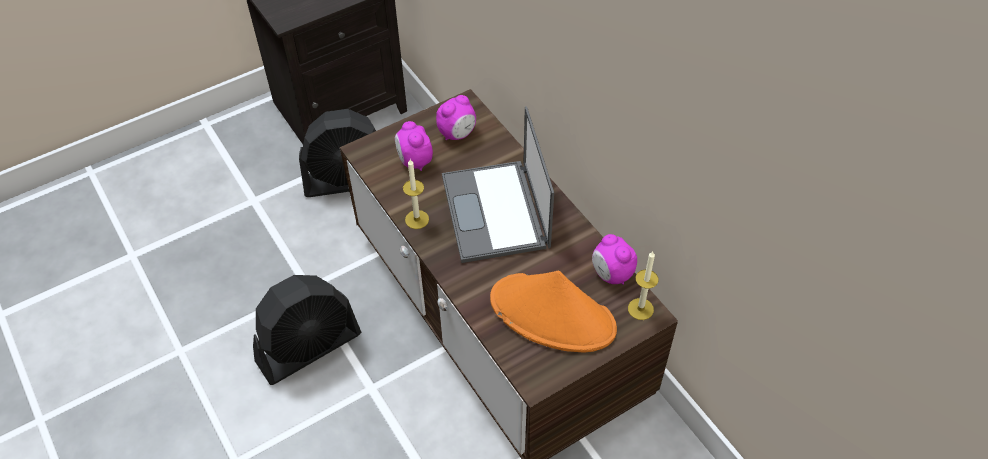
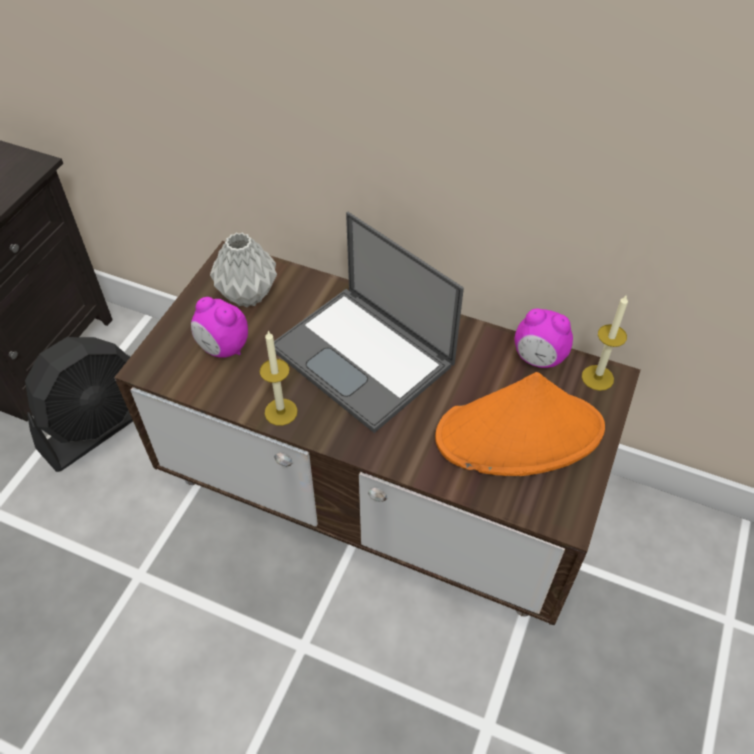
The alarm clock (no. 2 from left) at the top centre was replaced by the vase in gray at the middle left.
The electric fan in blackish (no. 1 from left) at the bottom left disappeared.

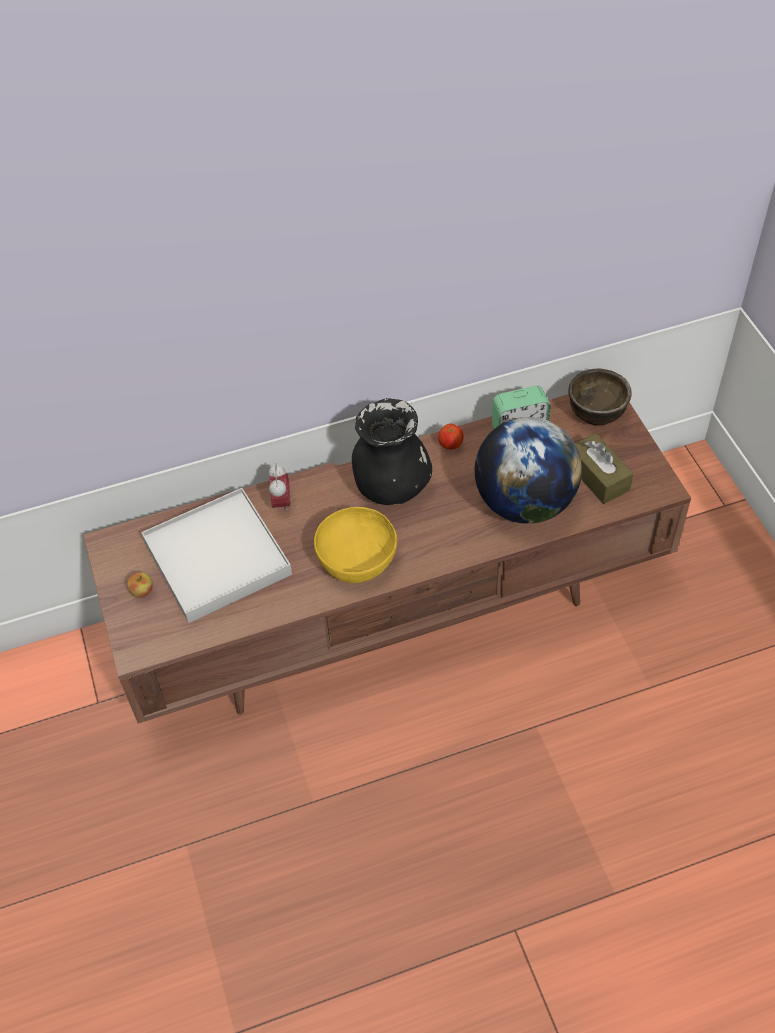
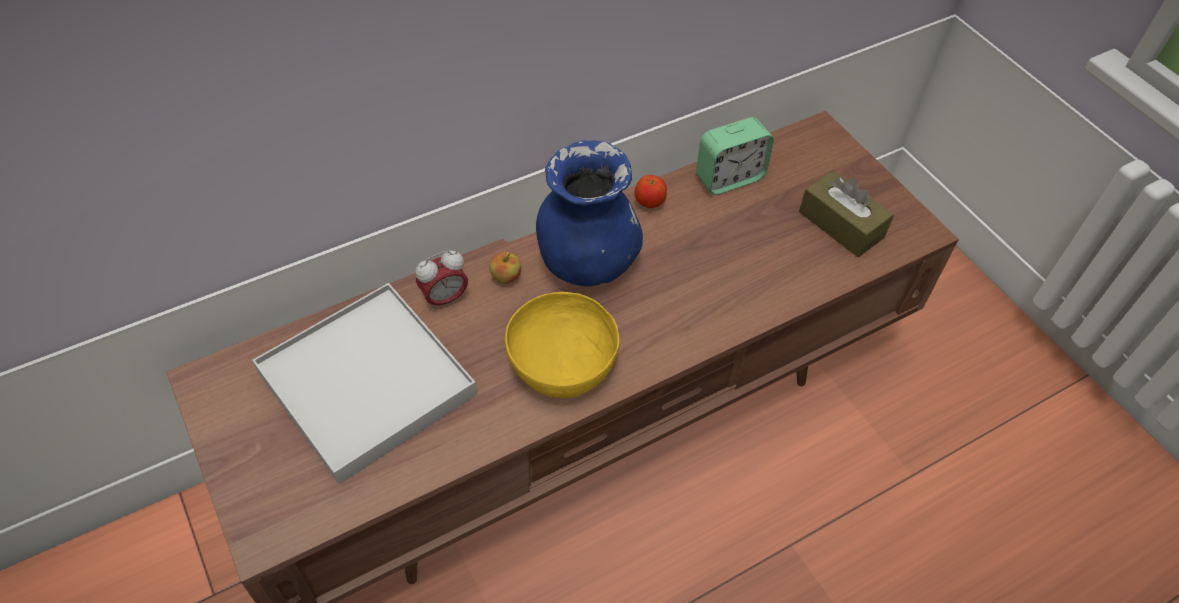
The bowl in brown at the middle right disappeared.
The vase in blackish at the centre became the vase in blue-coloured at the centre.
The world globe at the middle right disappeared.
The alarm clock (no. 1 from left) at the centre turned 75 degrees clockwise.
The apple fruit (no. 1 from left) moved from the middle left to the centre.

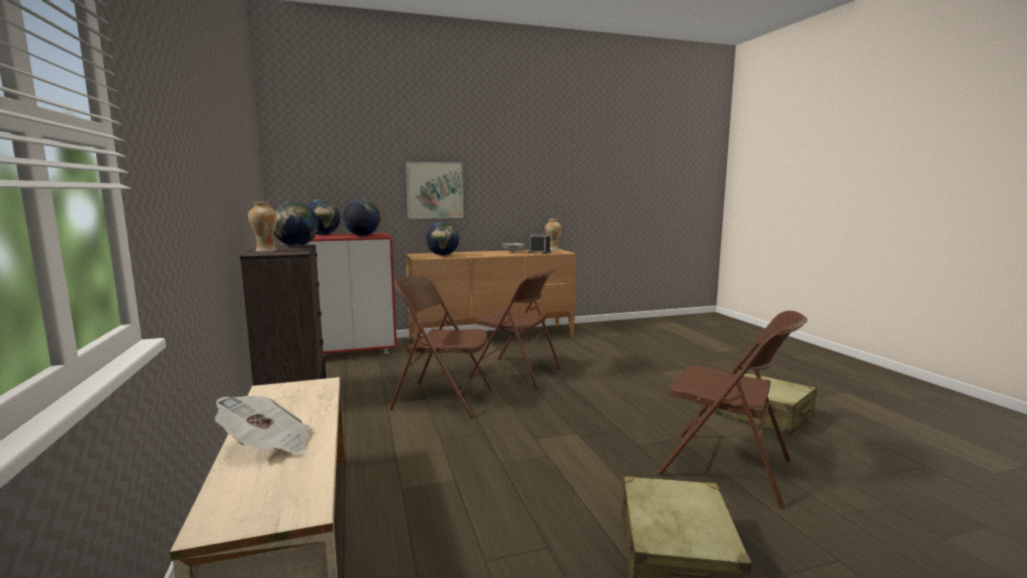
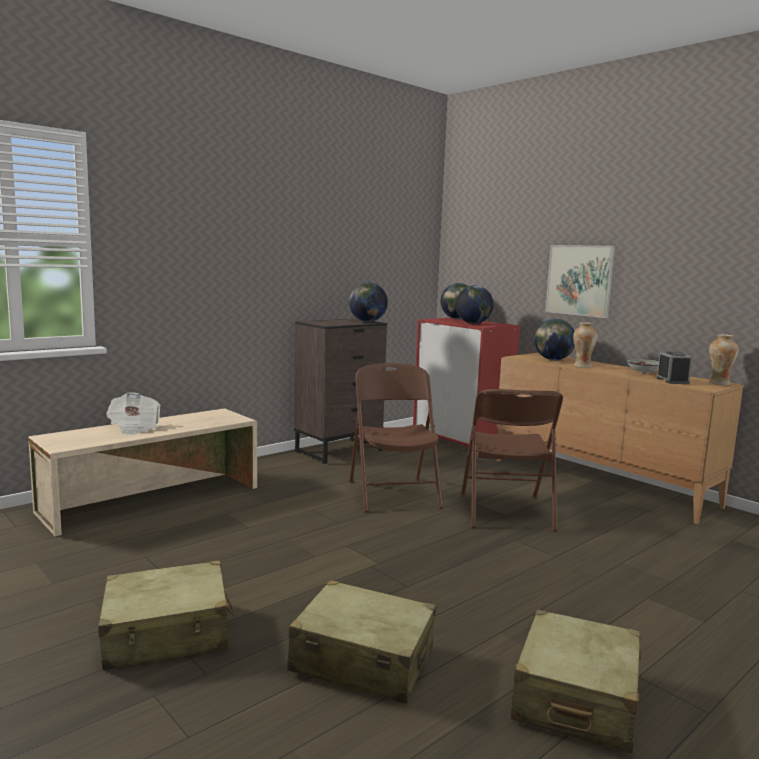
The vase (no. 1 from left) moved from the middle left to the middle right.
The chair in brown (no. 3 from left) at the bottom right was replaced by the piece of luggage in beige-coloured (no. 2 from left) at the bottom centre.

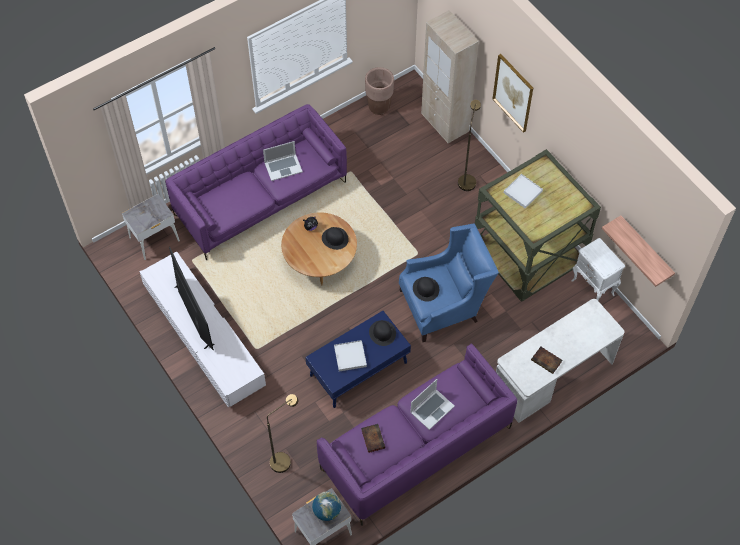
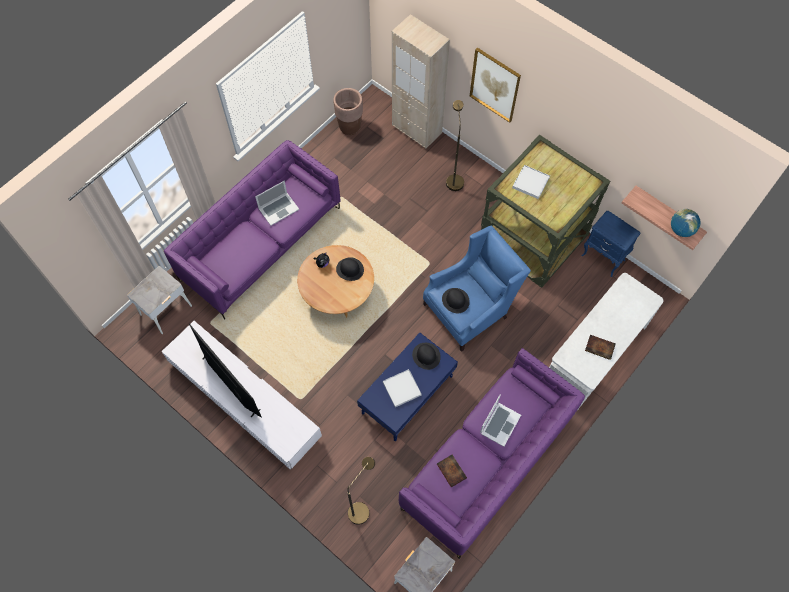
The bedside table in whitish at the middle right became the bedside table in blue-coloured at the middle right.
The world globe moved from the bottom centre to the middle right.

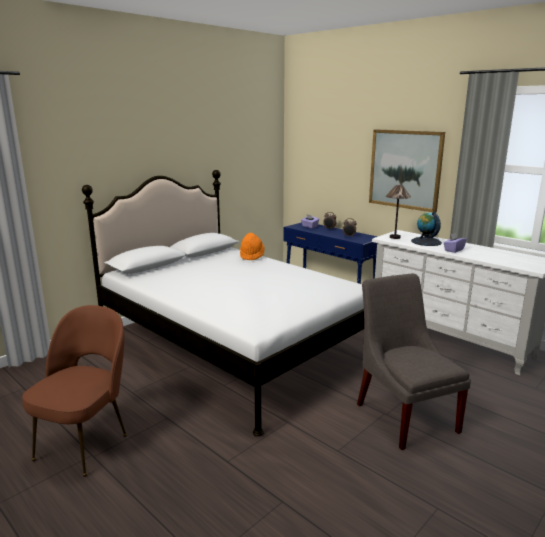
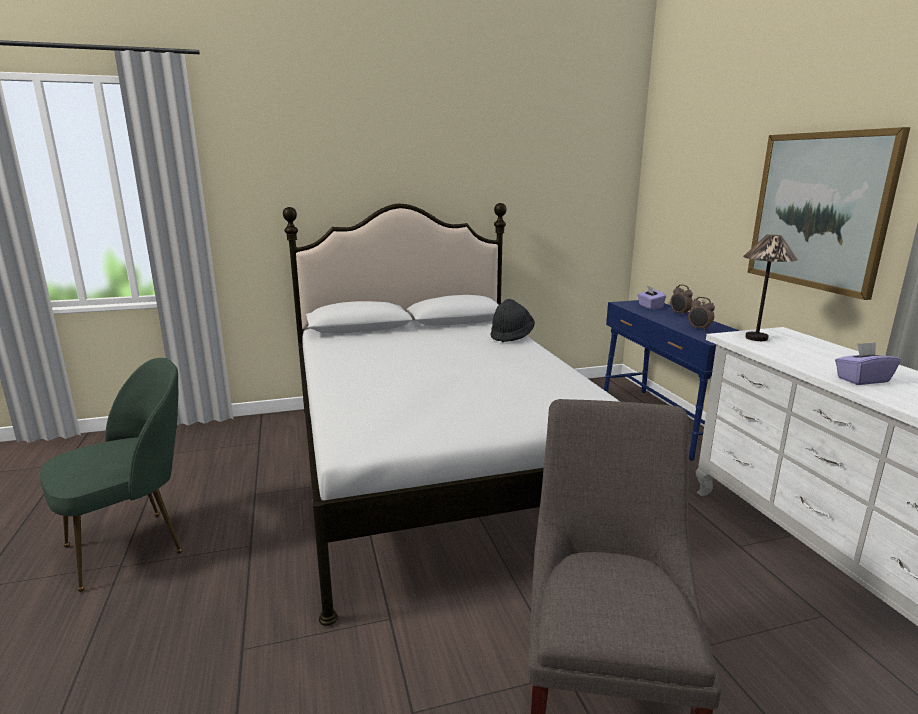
The world globe at the middle right disappeared.
The hat in orange at the centre became the hat in blackish at the centre.
The chair in brown at the bottom left became the chair in green at the middle left.

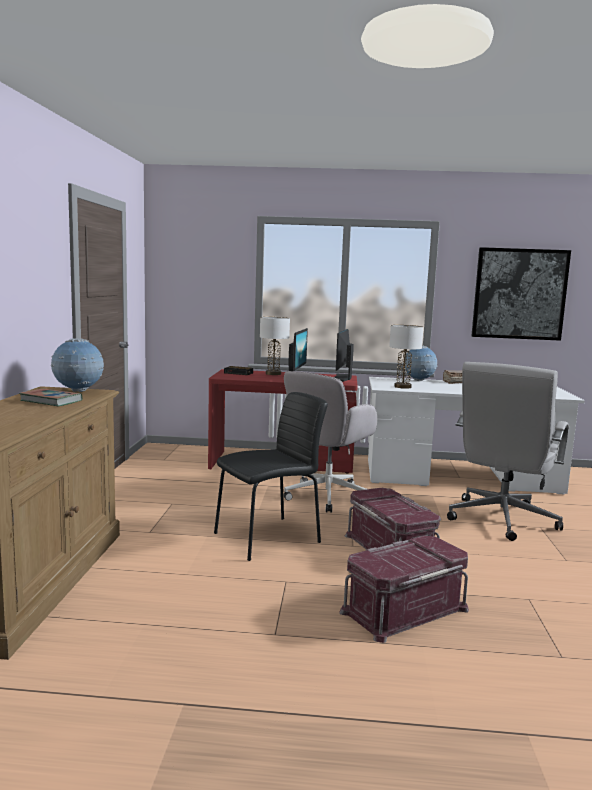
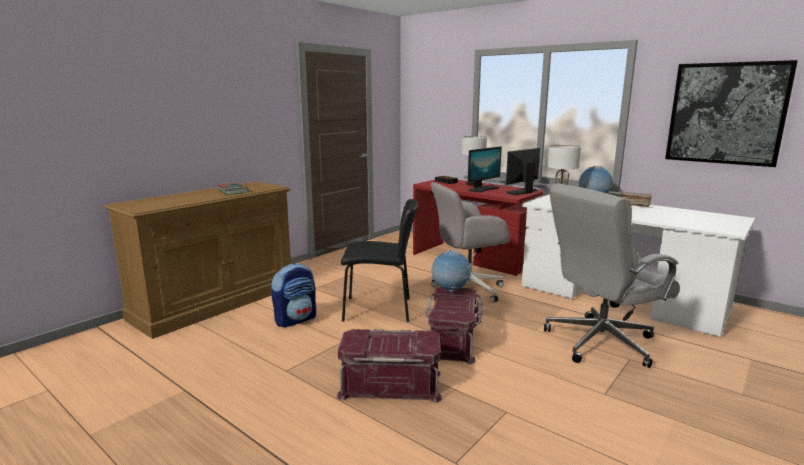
The world globe (no. 1 from left) moved from the middle left to the centre.
The knapsack at the centre appeared.

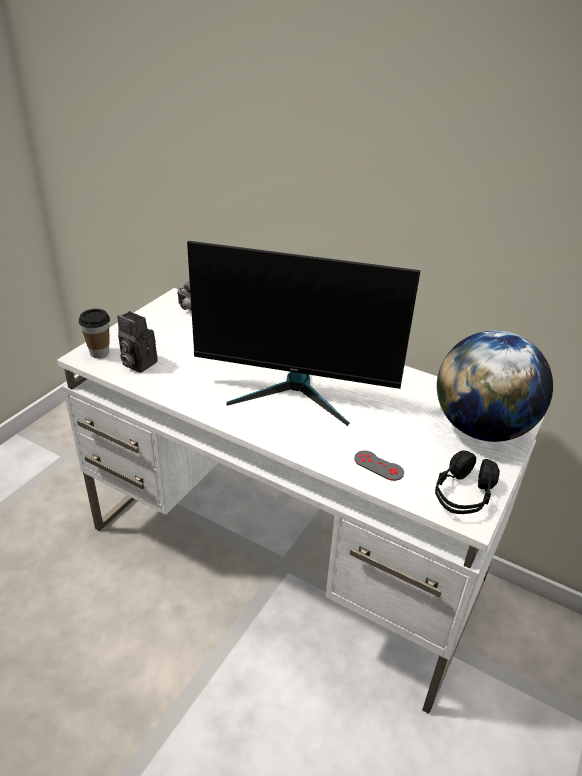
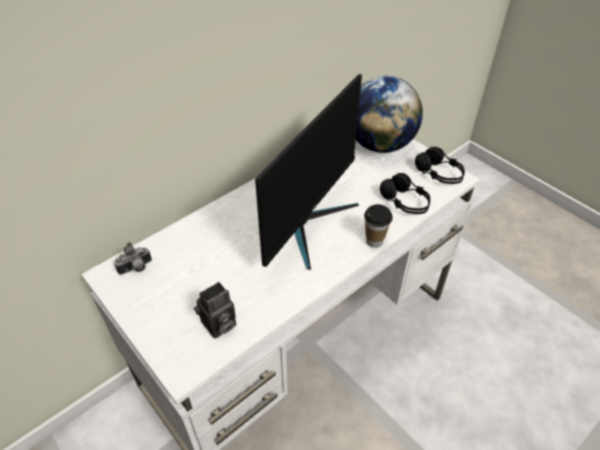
The drinking cup moved from the middle left to the centre.
The gamepad in gray at the centre was replaced by the headset in blackish (no. 1 from left) at the middle right.

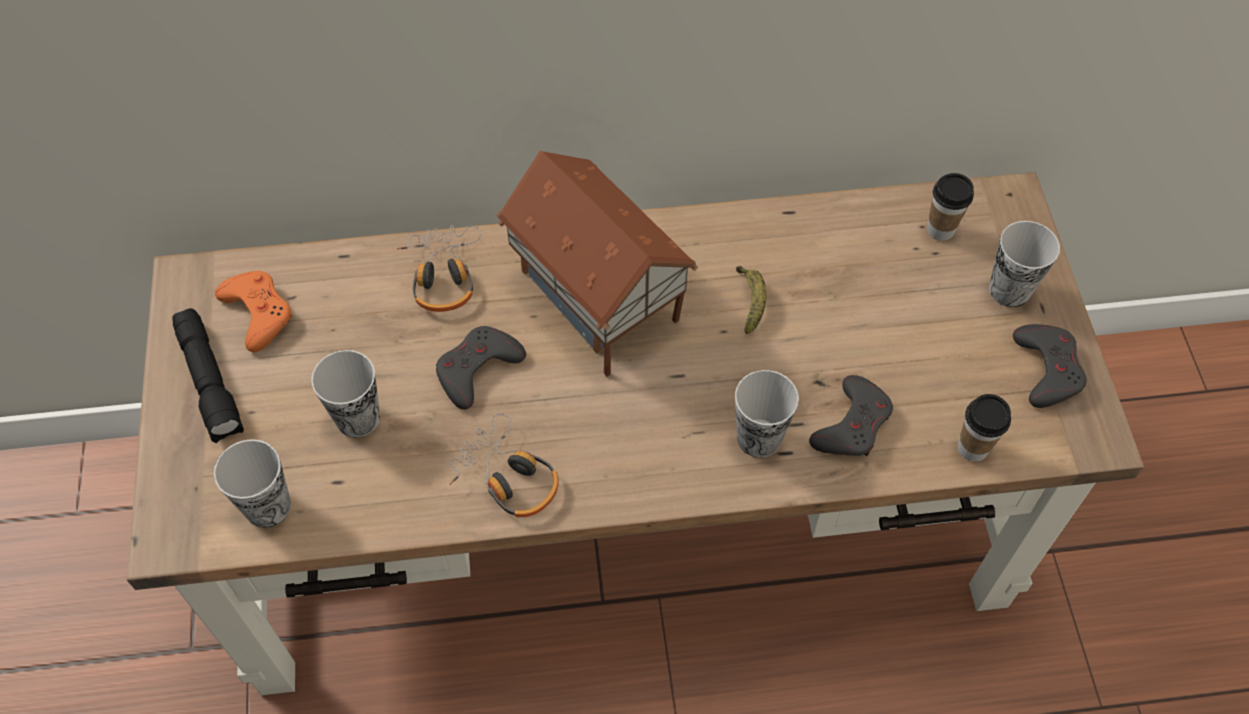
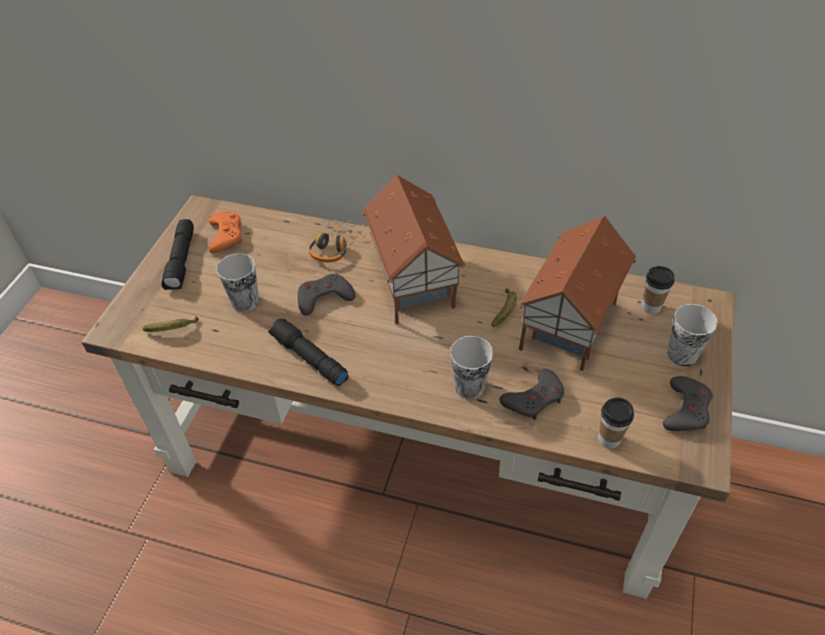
The headset (no. 2 from left) at the centre was replaced by the hand torch in blackish (no. 2 from left) at the centre.
The drinking cup (no. 1 from left) at the bottom left was replaced by the banana fruit (no. 1 from left) at the middle left.
The model house (no. 2 from left) at the middle right appeared.

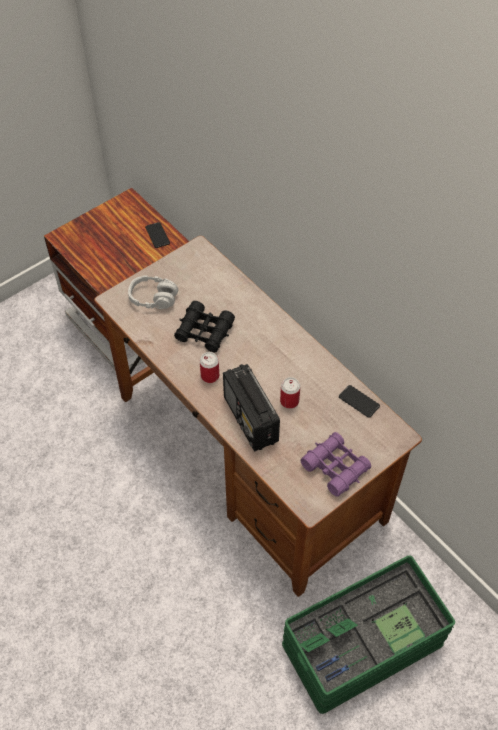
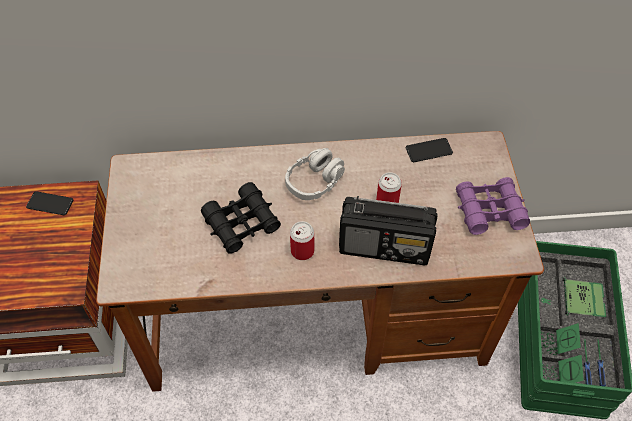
The headset in gray moved from the middle left to the centre.

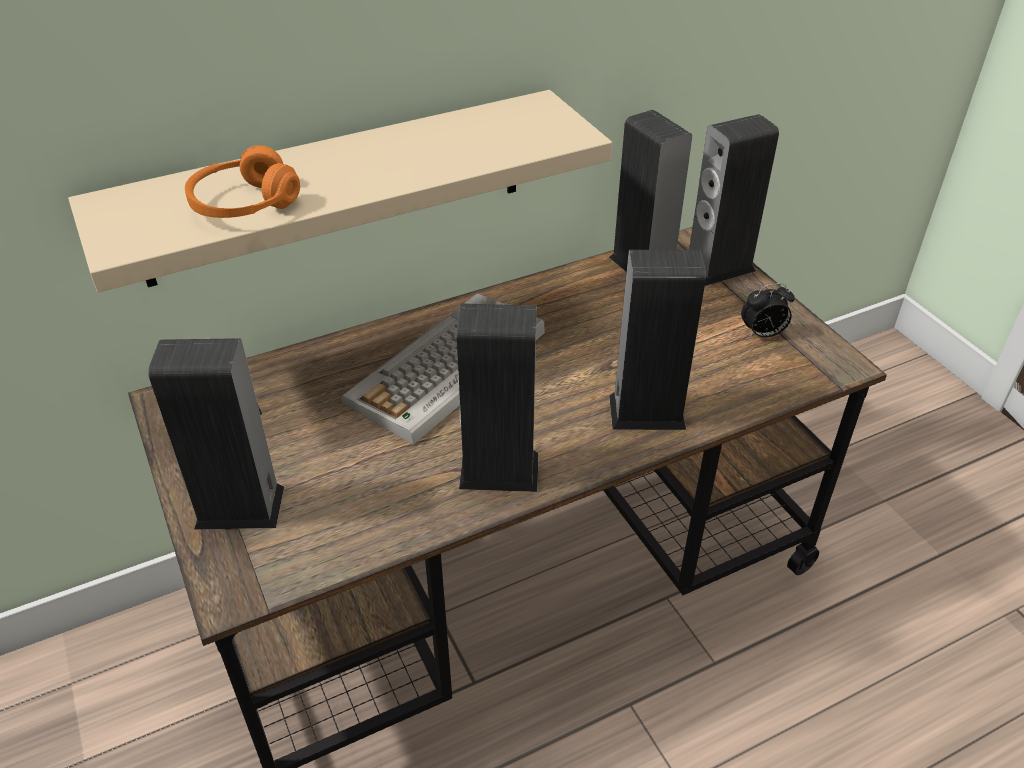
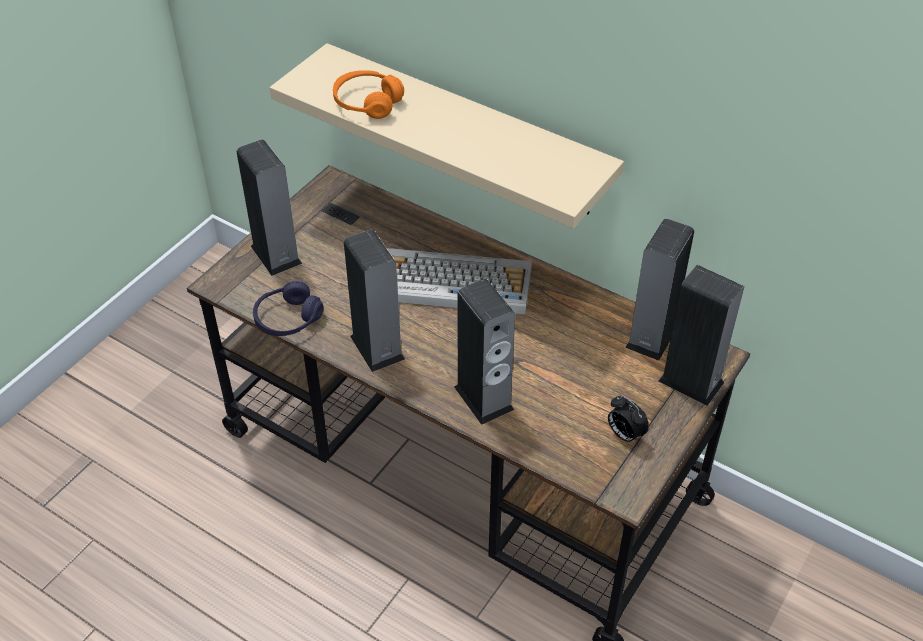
The headset in purplish at the middle left appeared.

